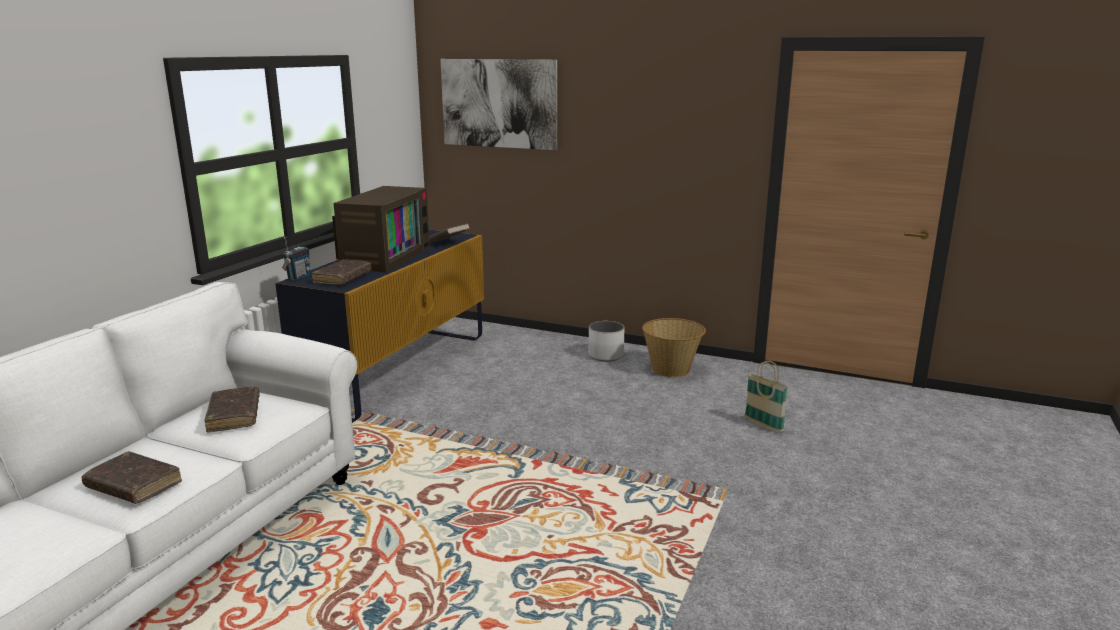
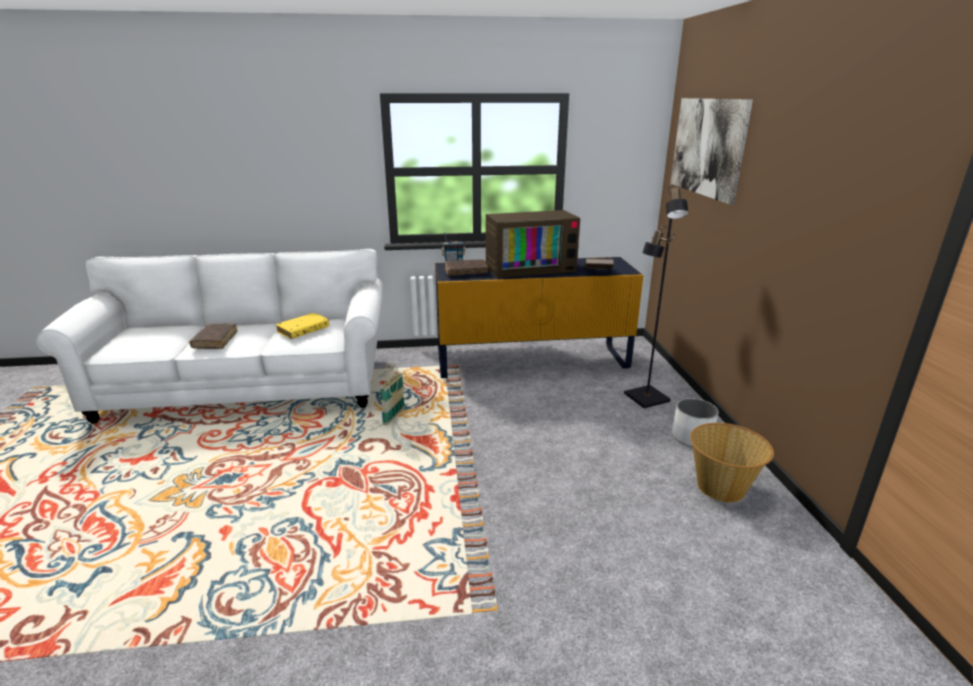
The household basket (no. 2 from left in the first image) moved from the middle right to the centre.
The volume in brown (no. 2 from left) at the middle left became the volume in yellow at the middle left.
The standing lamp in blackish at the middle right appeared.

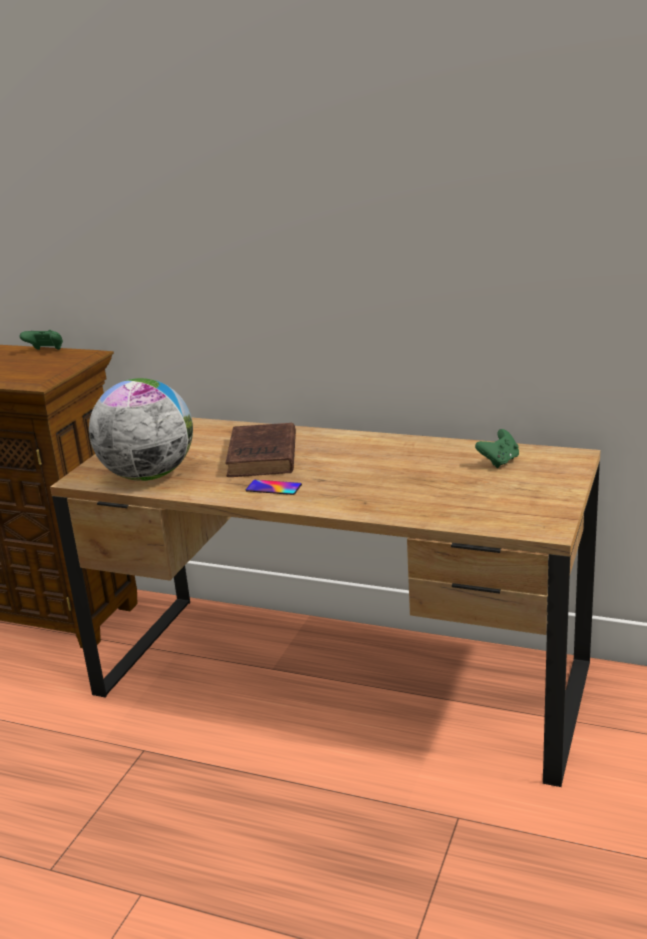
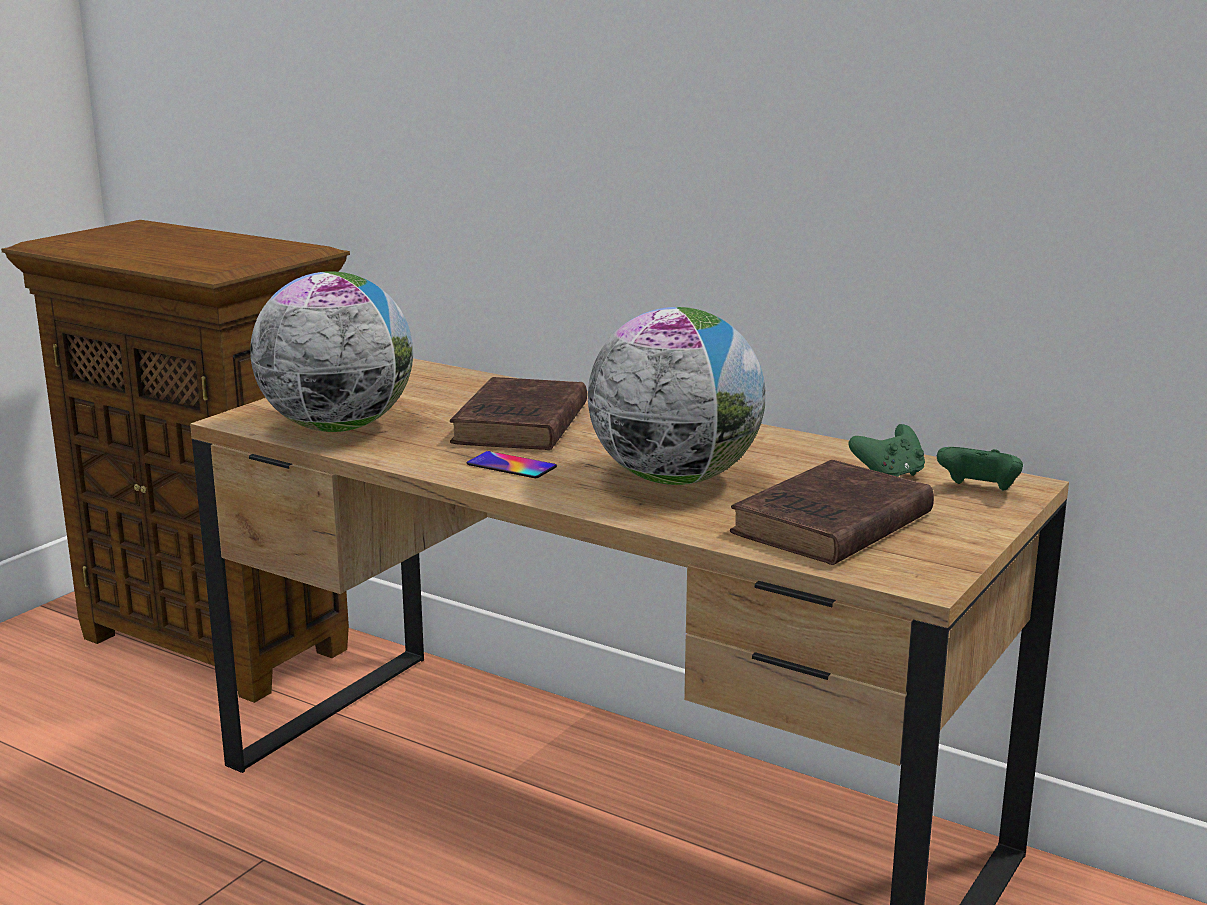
The gamepad in green (no. 1 from left in the first image) moved from the middle left to the middle right.
The world globe (no. 2 from left) at the centre appeared.
The volume in brown (no. 2 from left) at the middle right appeared.

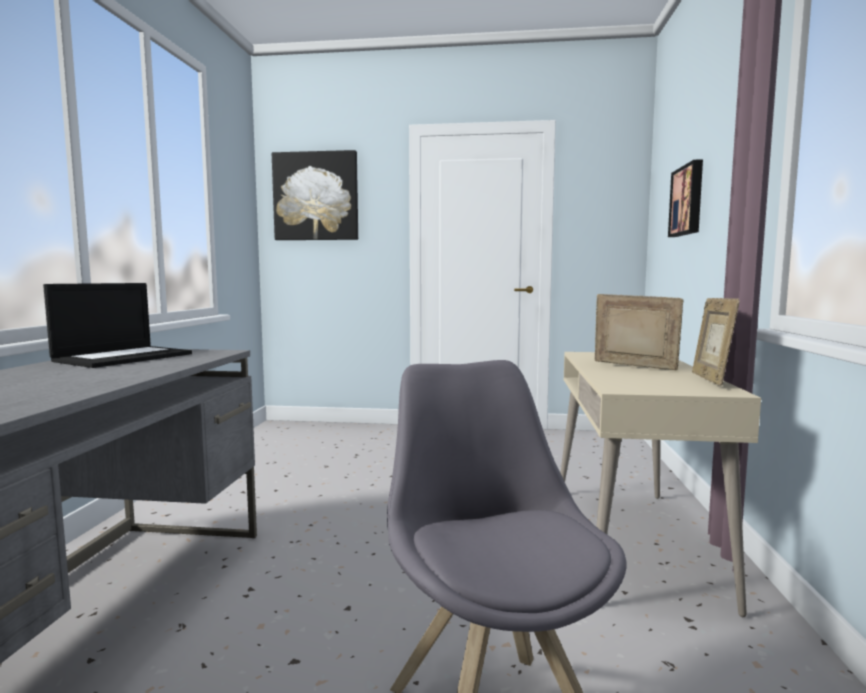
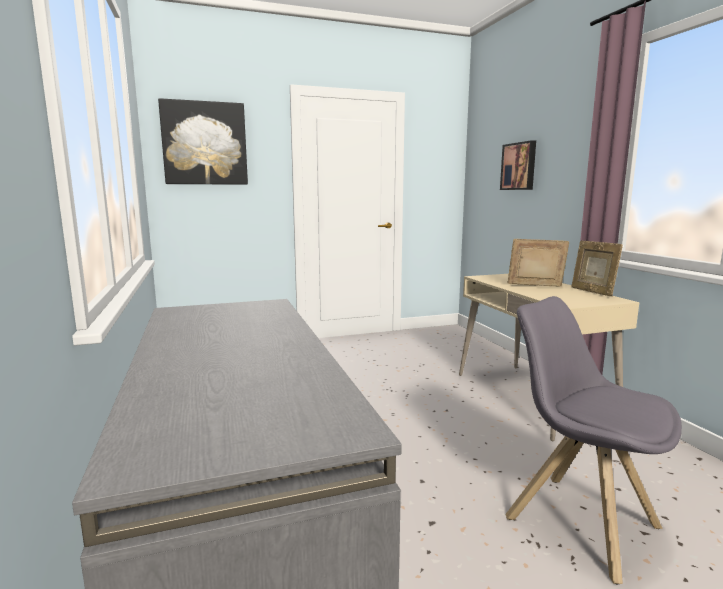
The laptop at the middle left disappeared.

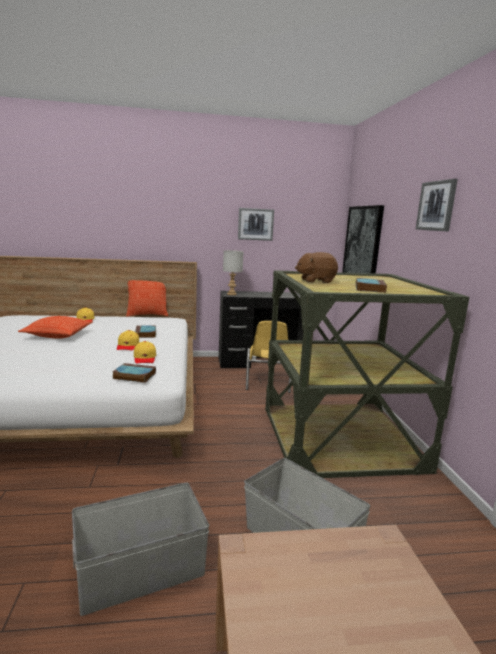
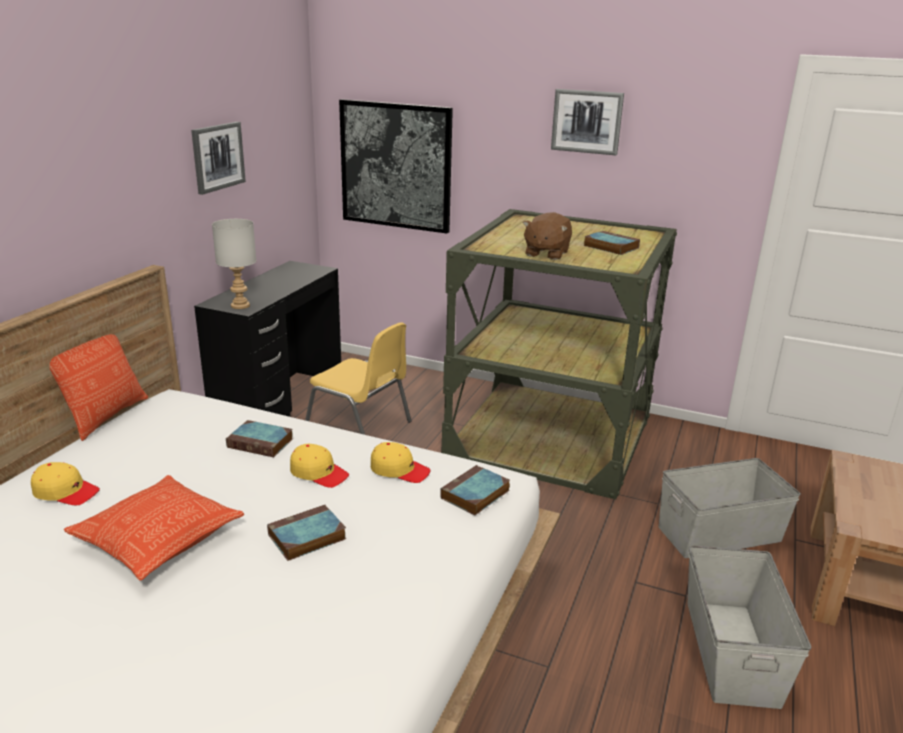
The volume (no. 2 from left) at the bottom centre appeared.

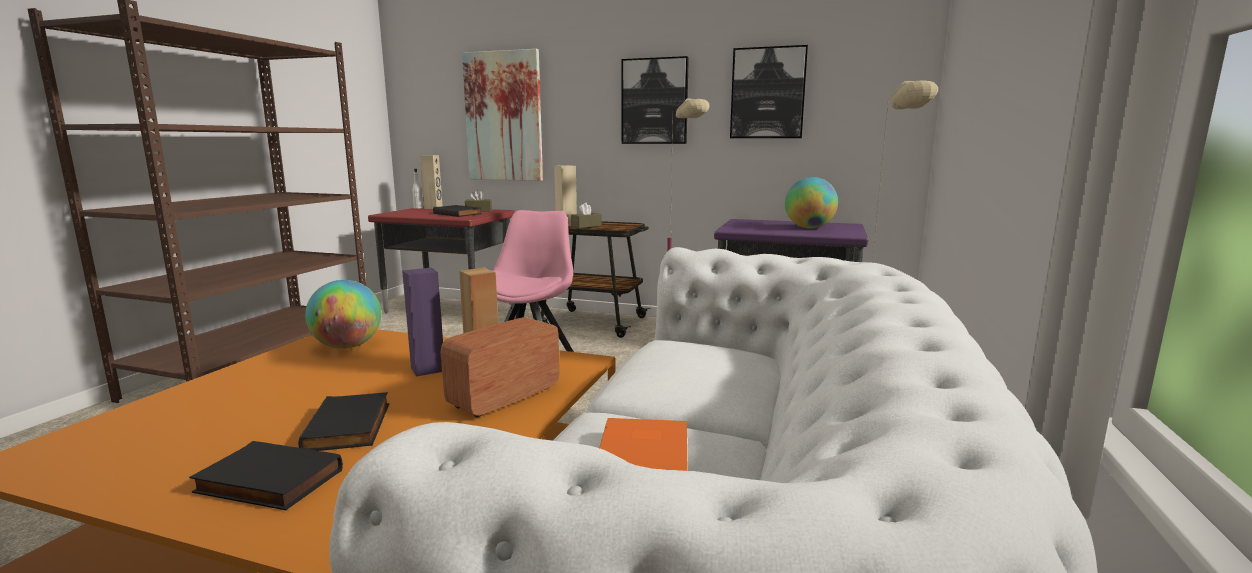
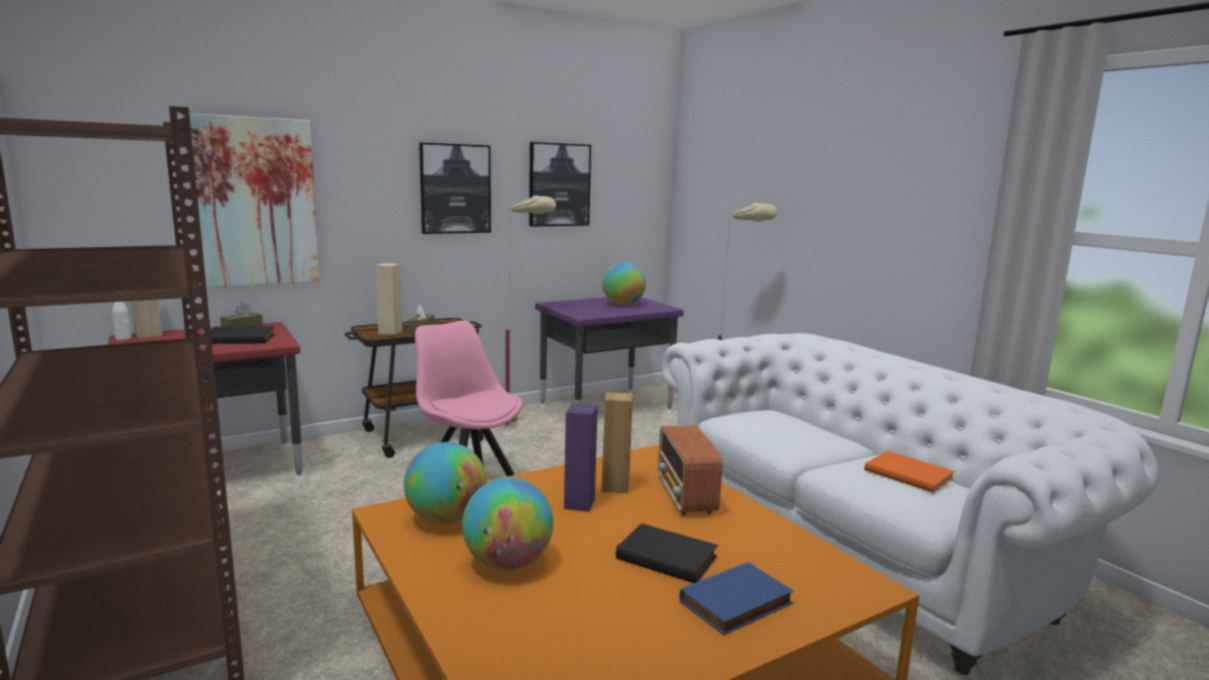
The volume in blackish (no. 1 from left) at the bottom left became the volume in blue-coloured at the bottom centre.
The world globe (no. 2 from left) at the bottom centre appeared.

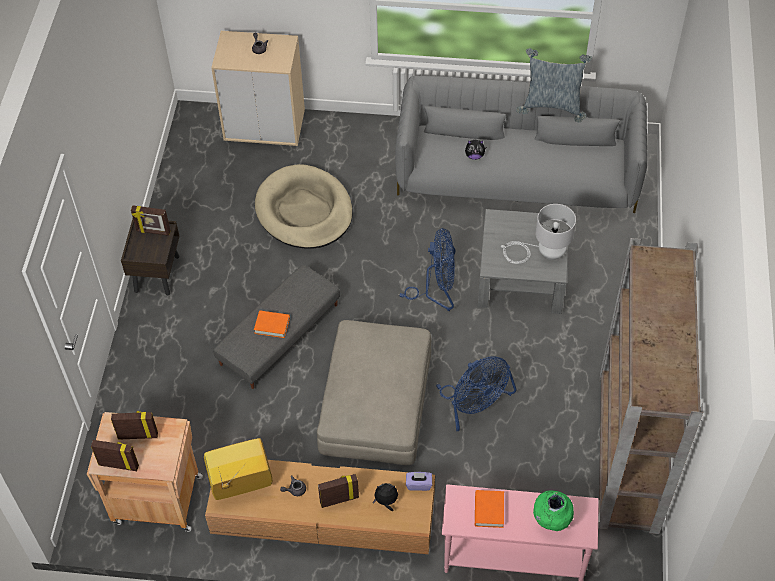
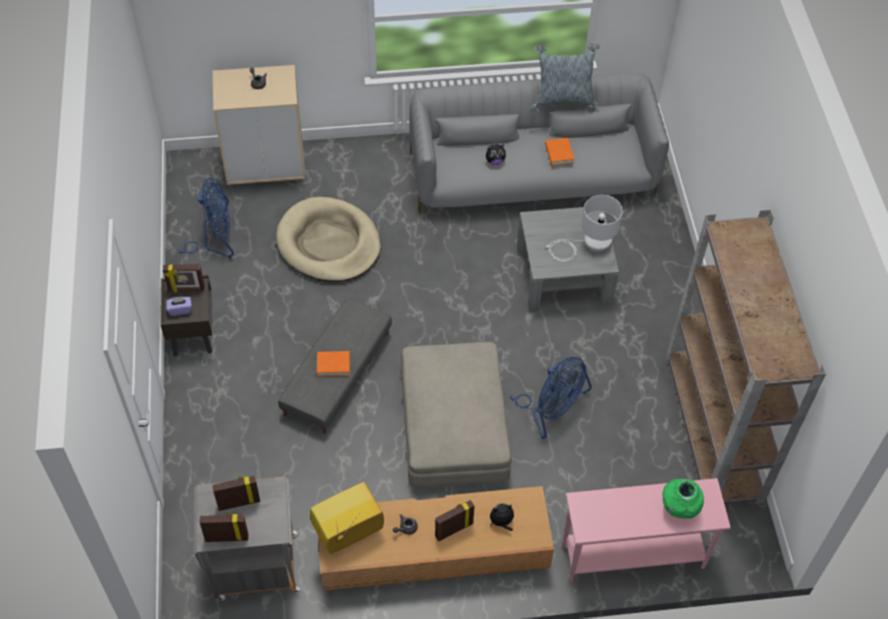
The electric fan in blue-coloured (no. 1 from left) moved from the centre to the middle left.
The trolley in brown at the bottom left became the trolley in gray at the bottom left.
The tissue box in purplish moved from the bottom centre to the middle left.
The volume in orange (no. 2 from left) moved from the bottom centre to the top centre.

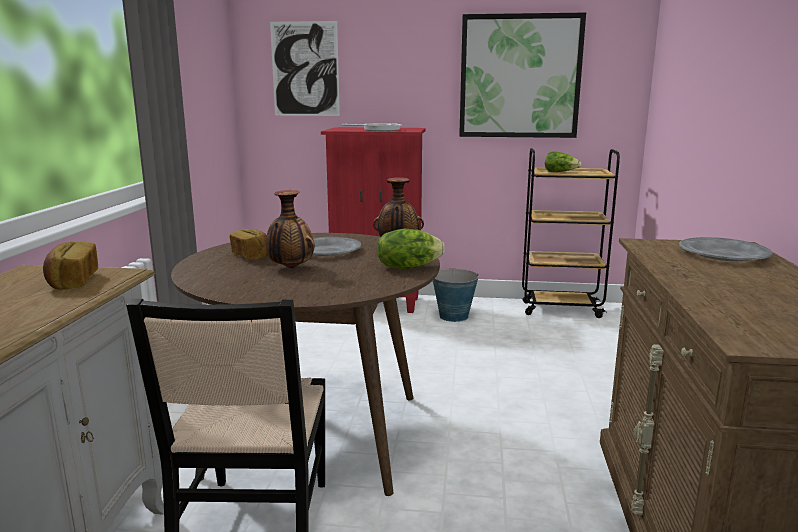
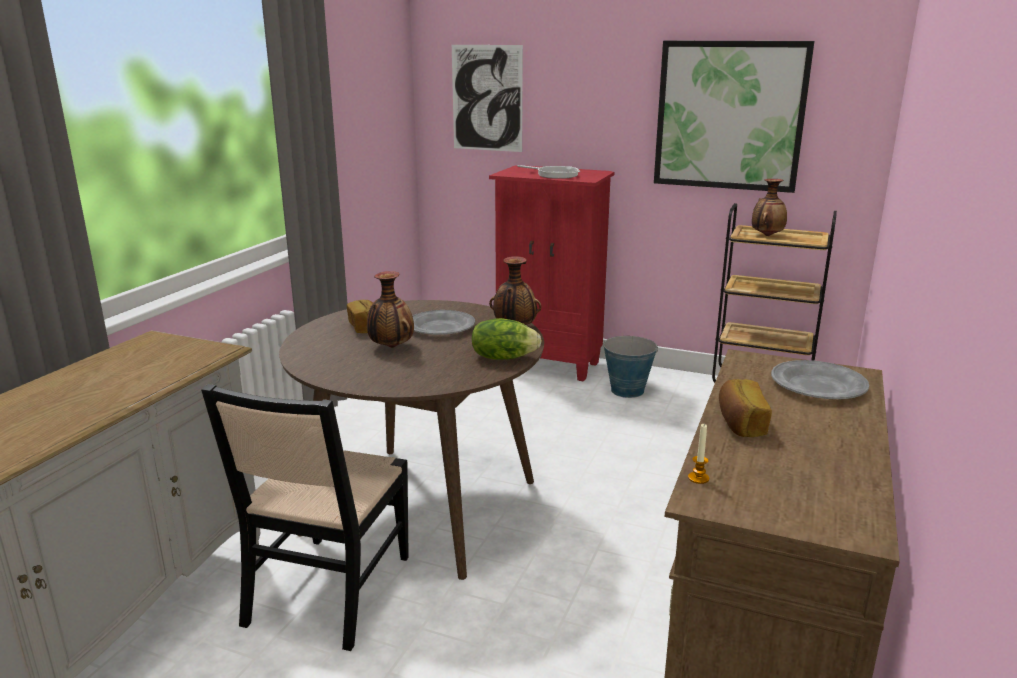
The head of lettuce (no. 2 from left) at the top right was replaced by the vase (no. 3 from left) at the top right.
The bread (no. 1 from left in the first image) moved from the middle left to the middle right.
The candle at the bottom right appeared.

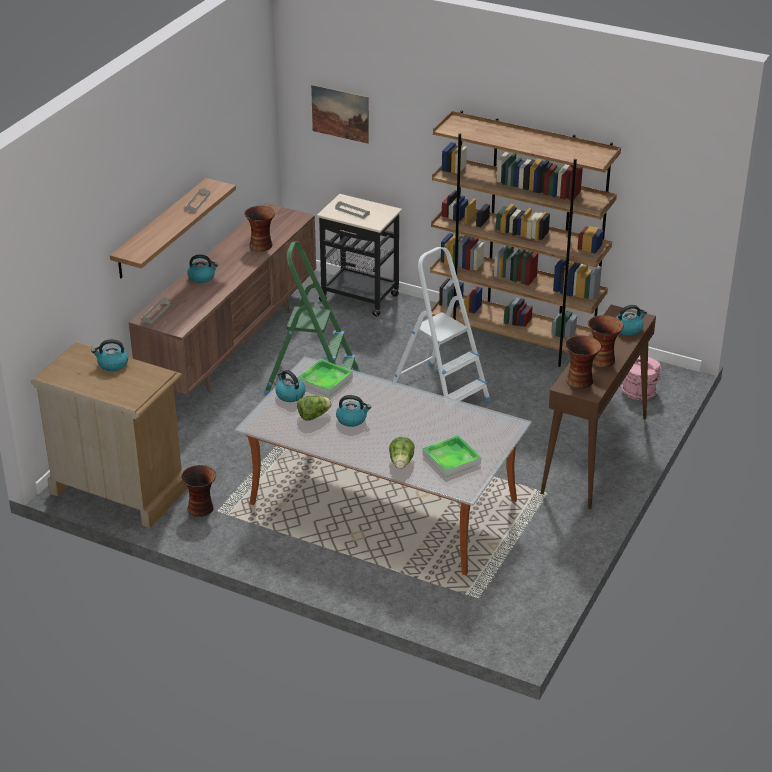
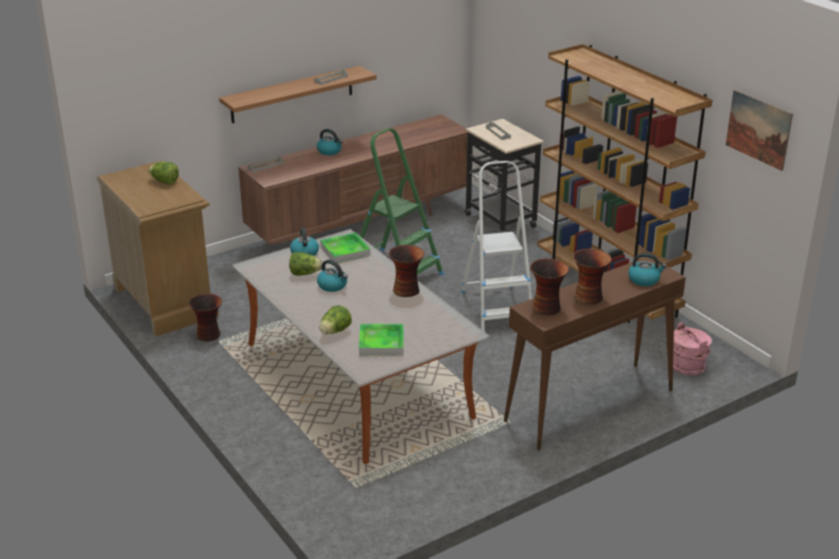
The wall art moved from the top centre to the top right.
The vase (no. 2 from left) moved from the top centre to the centre.
The water kettle (no. 1 from left) at the middle left was replaced by the head of lettuce (no. 1 from left) at the top left.

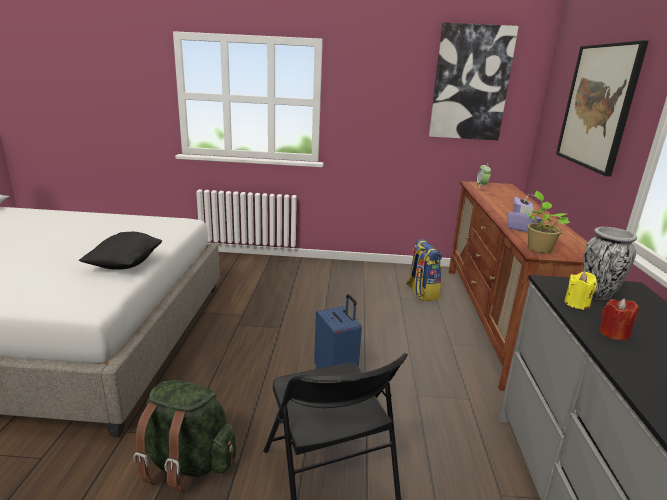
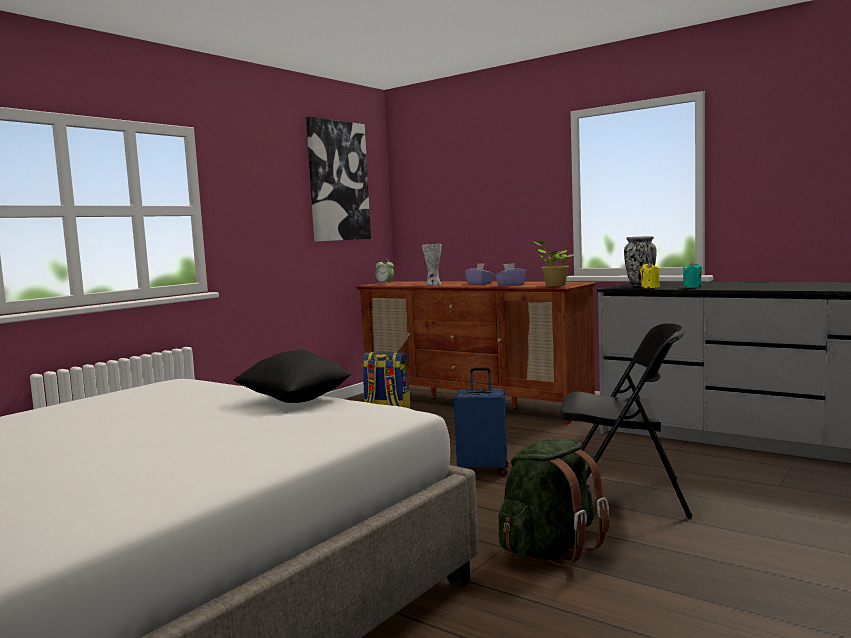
The wall art (no. 2 from left) at the top right disappeared.
The candle in red at the middle right became the candle in turquoise-coloured at the middle right.
The vase (no. 1 from left) at the centre appeared.

